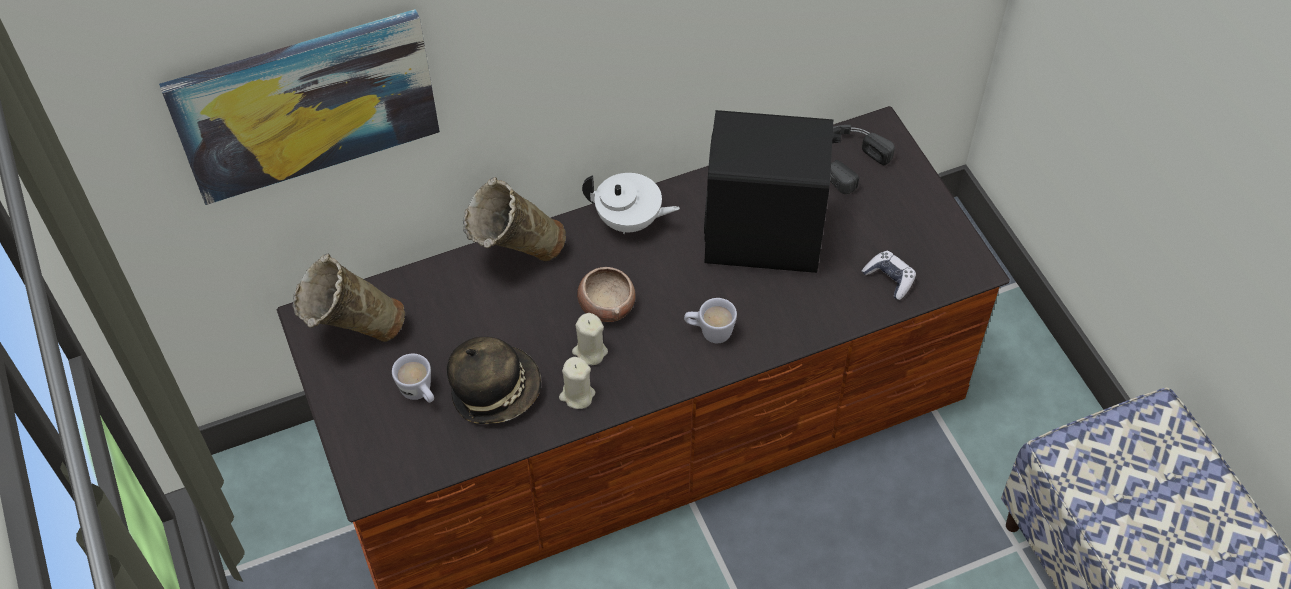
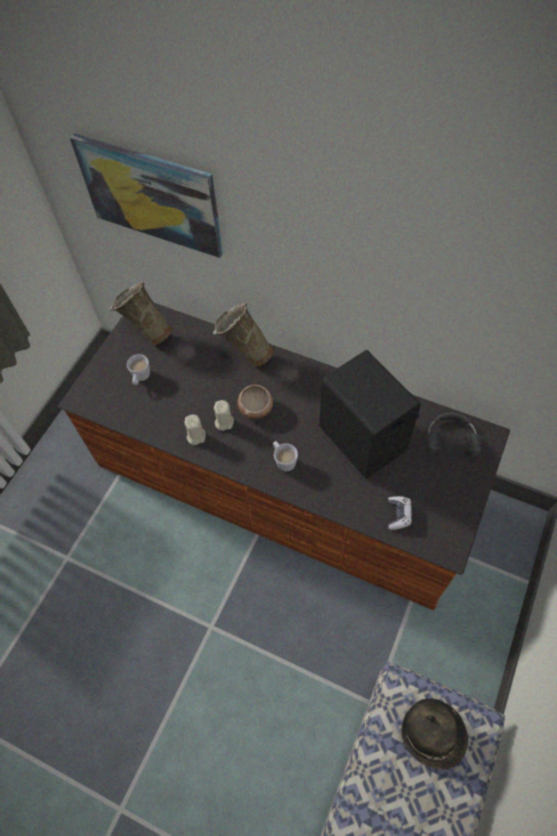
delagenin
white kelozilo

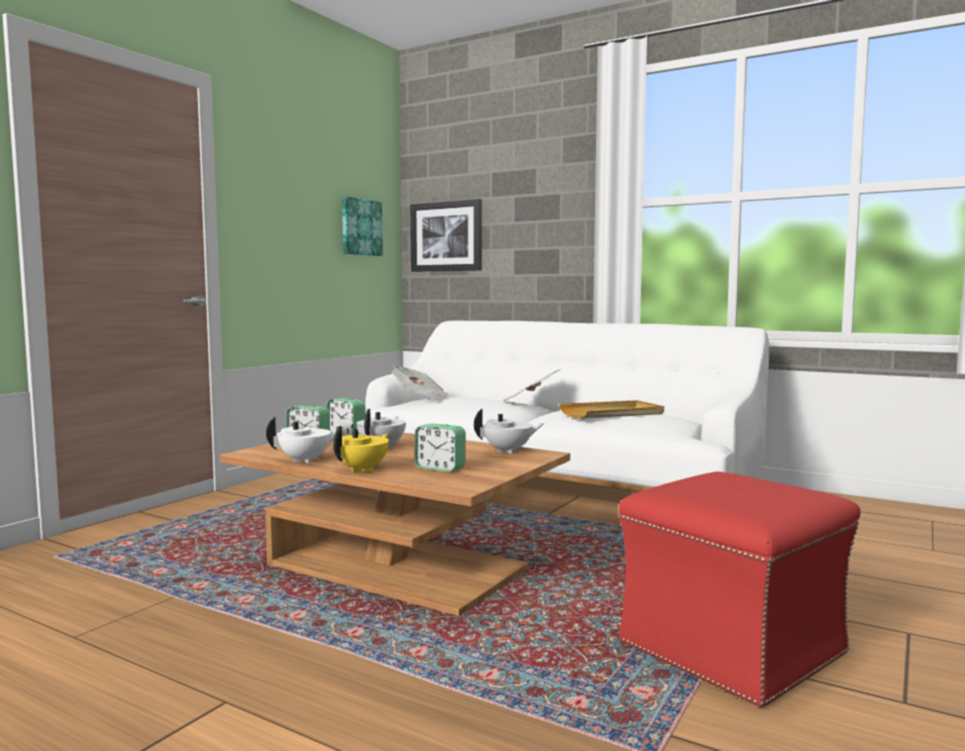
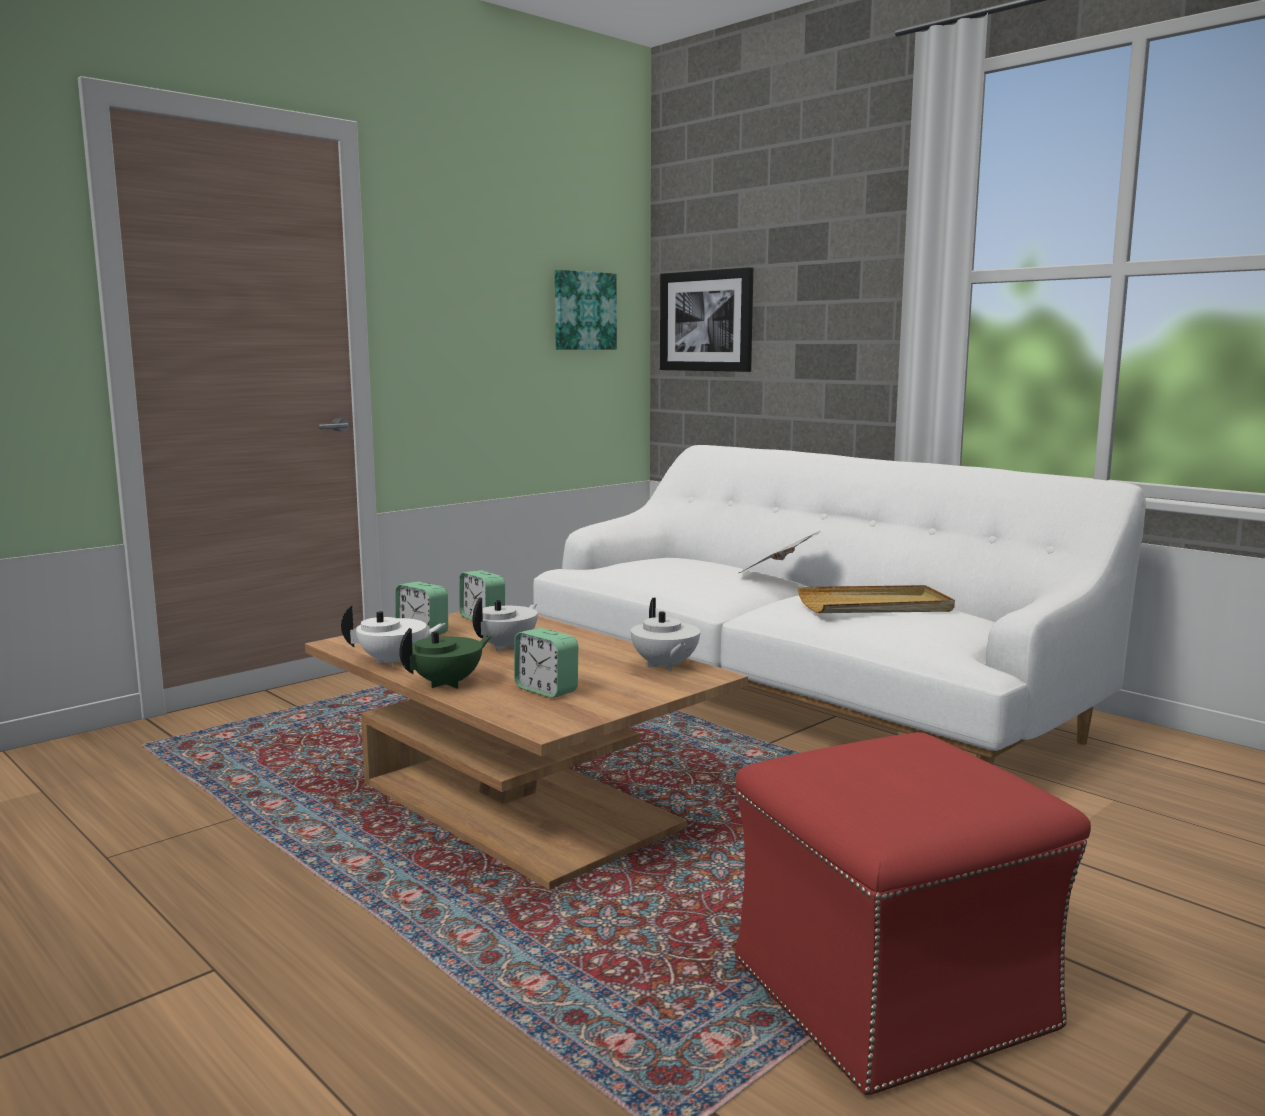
green kelozilo
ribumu (no. 1 from left in the first image)
white kelozilo (no. 3 from left)

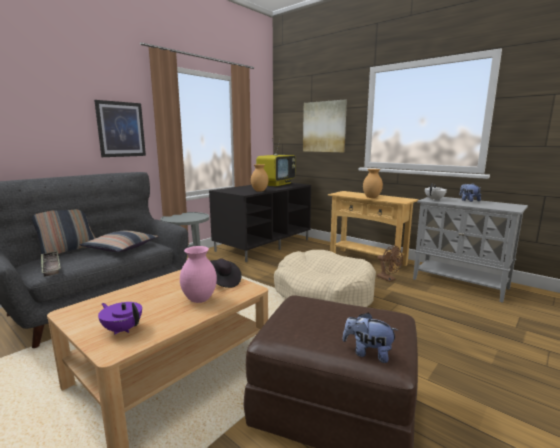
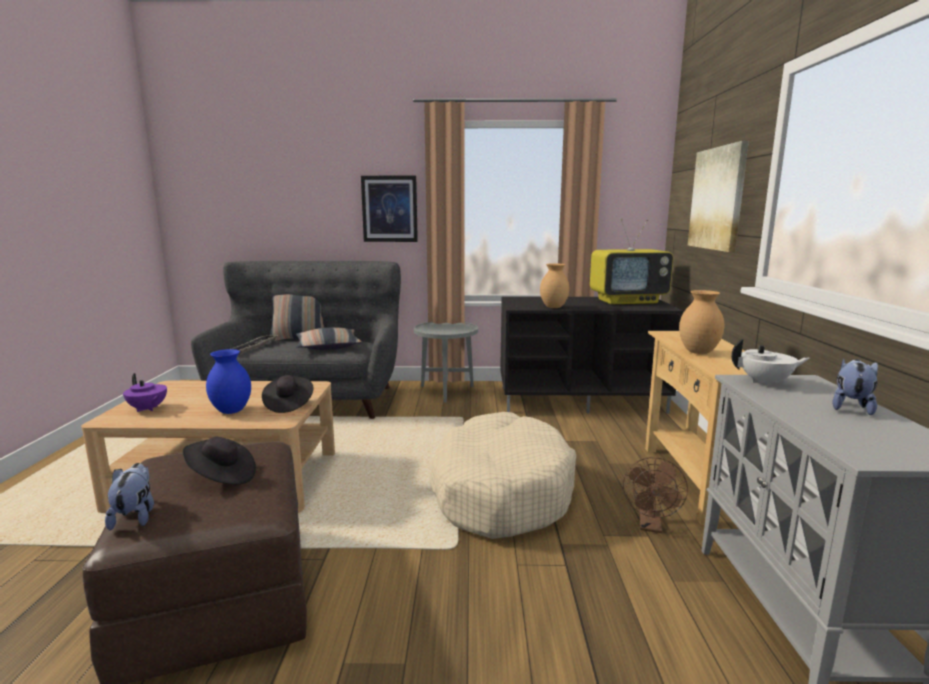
purple kelozilo
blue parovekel
black delagenin (no. 1 from left)

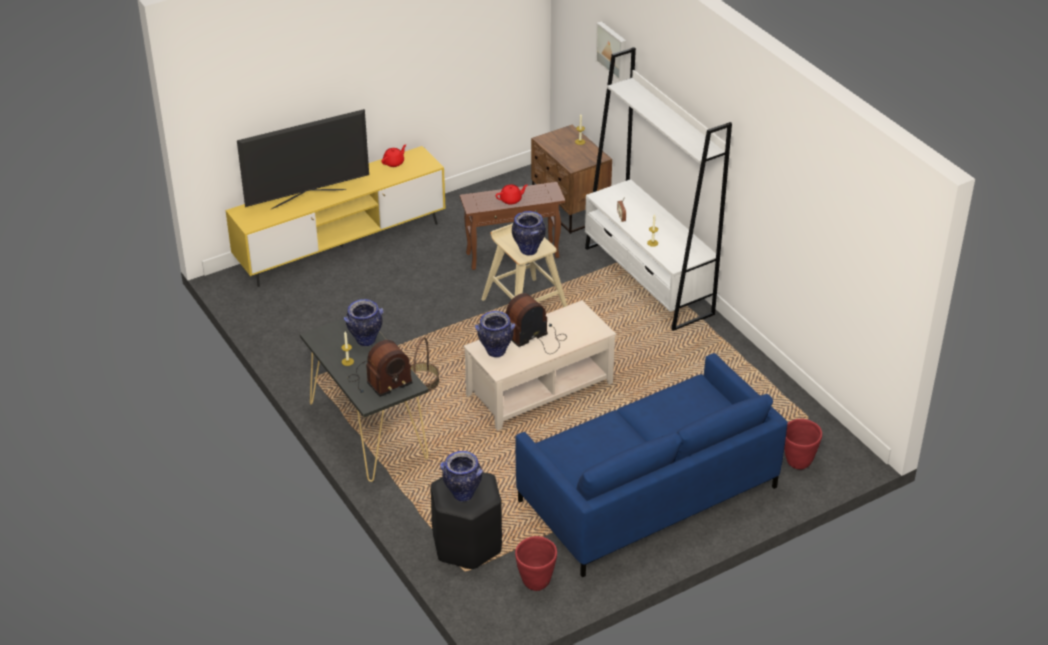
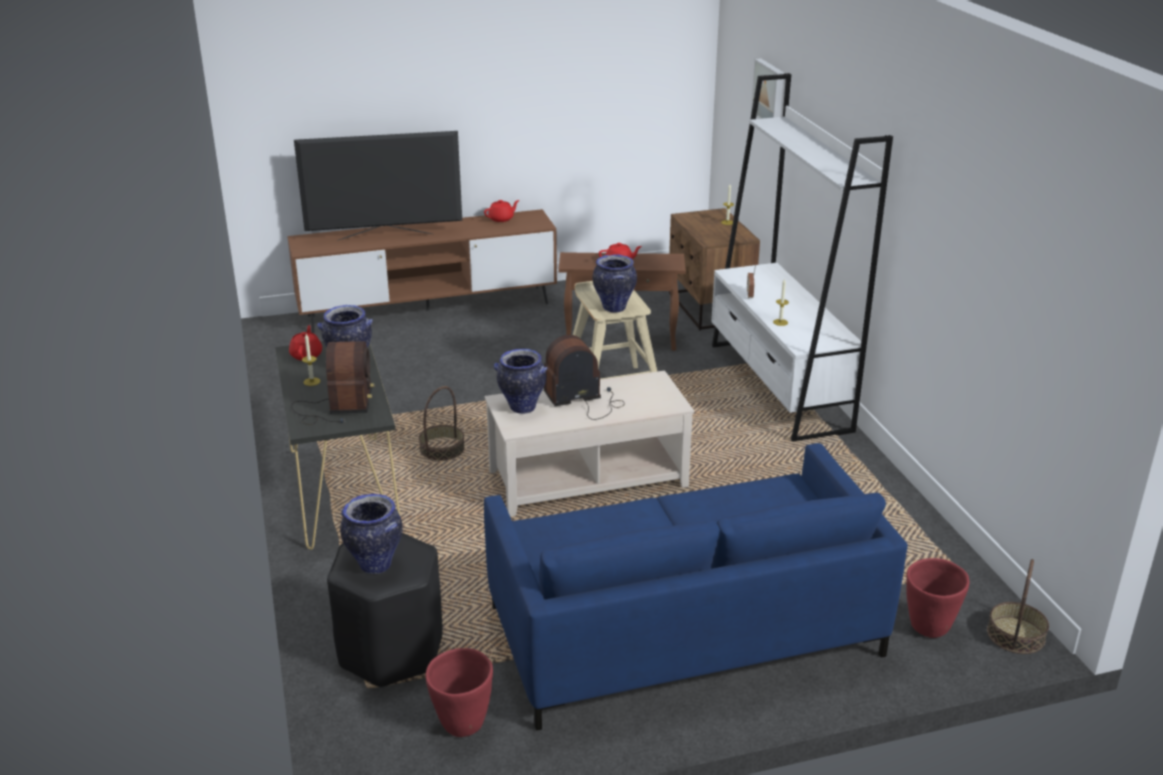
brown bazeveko
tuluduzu (no. 1 from left)
red kelozilo (no. 1 from left)
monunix (no. 2 from left)

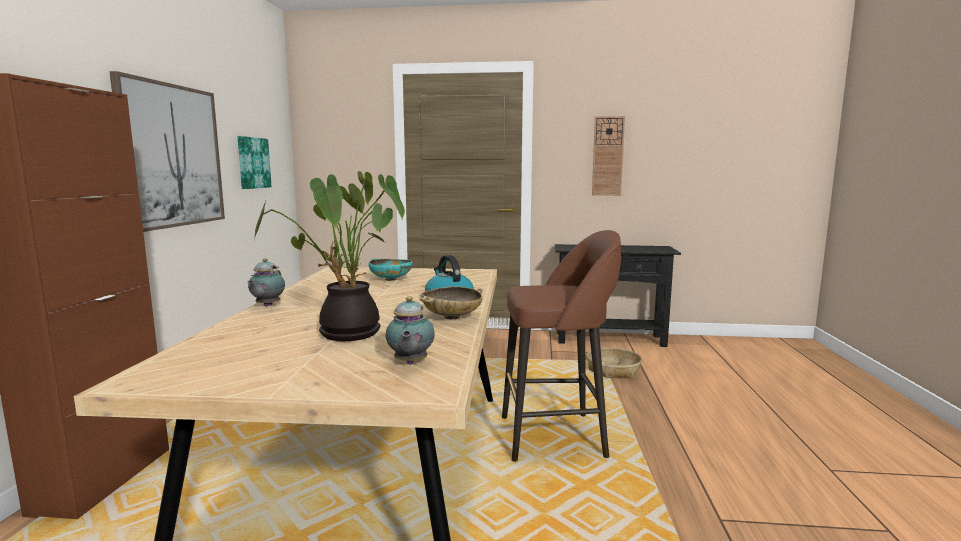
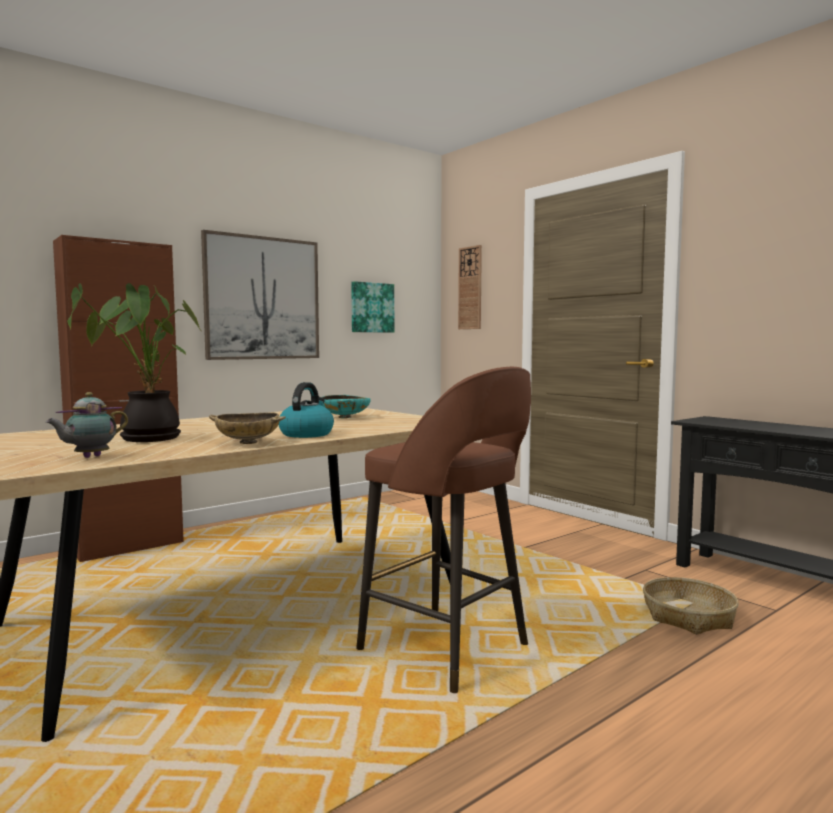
kelozilo (no. 1 from left in the first image)
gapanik

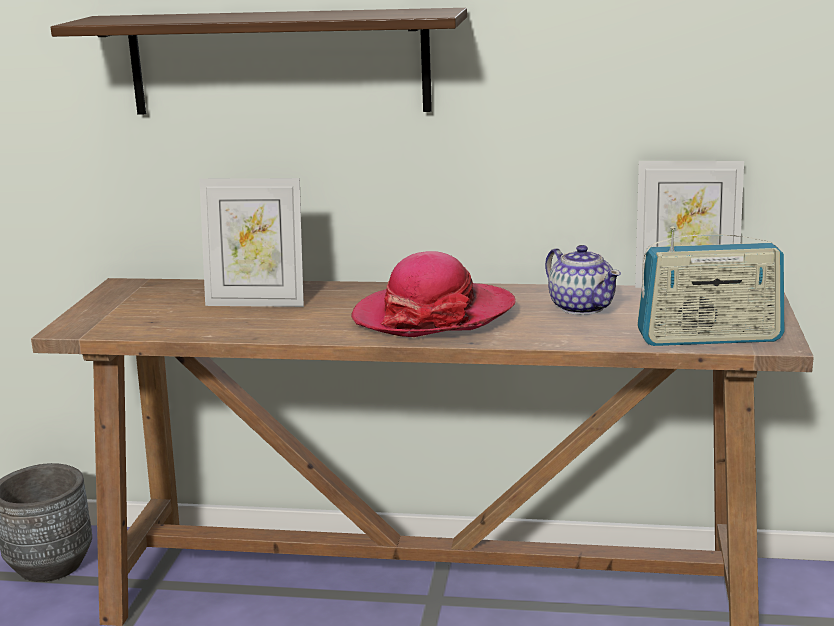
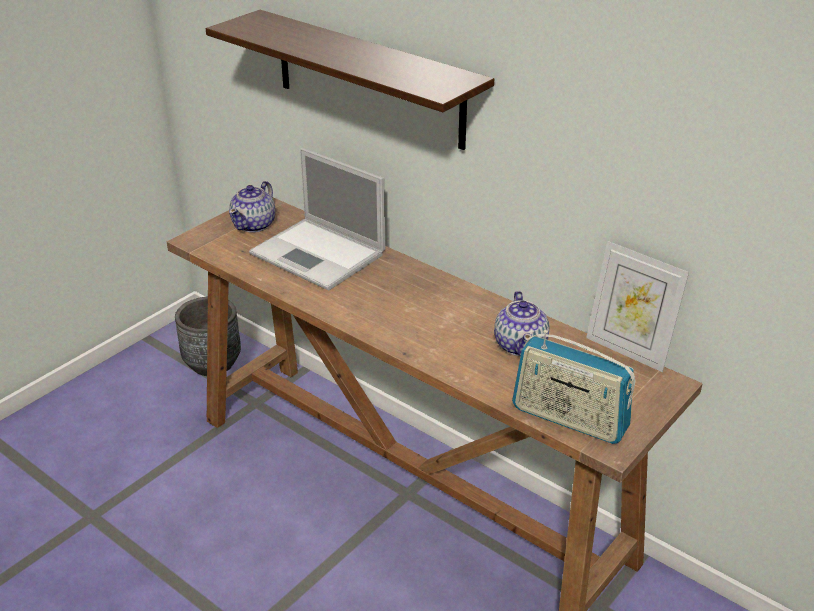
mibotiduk
delagenin
kelozilo (no. 1 from left)

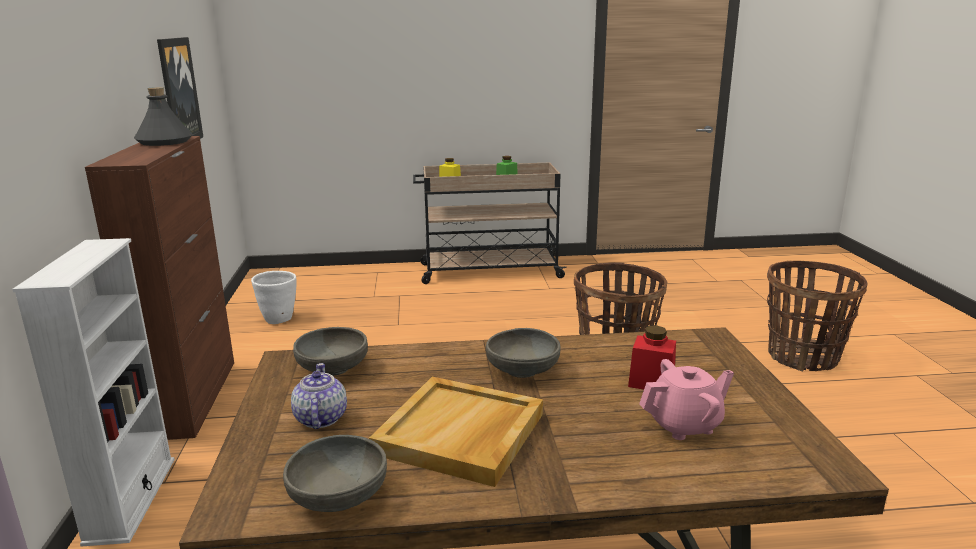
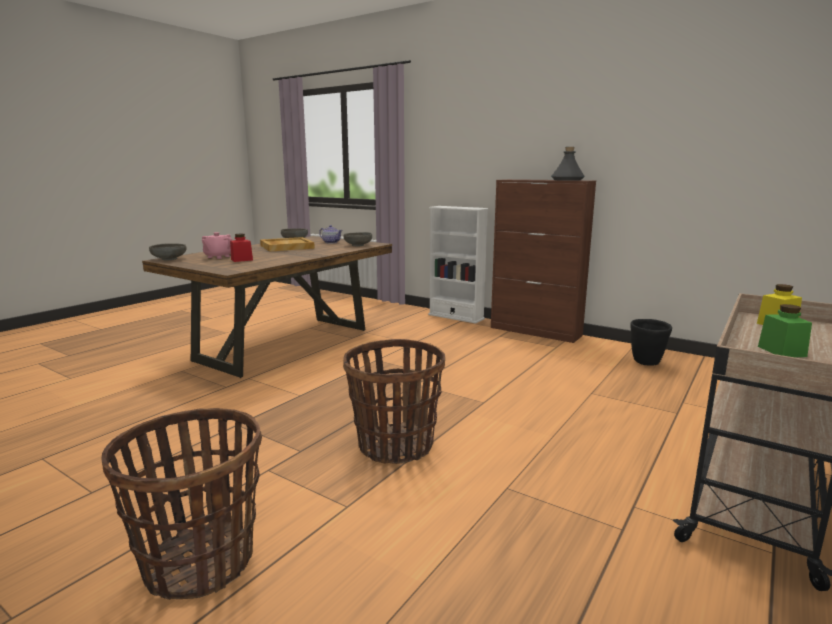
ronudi
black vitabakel
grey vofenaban (no. 1 from left)

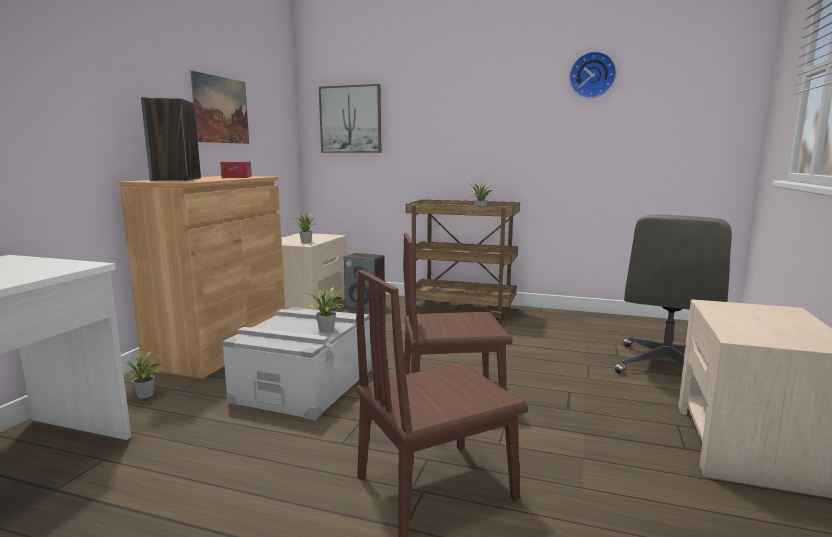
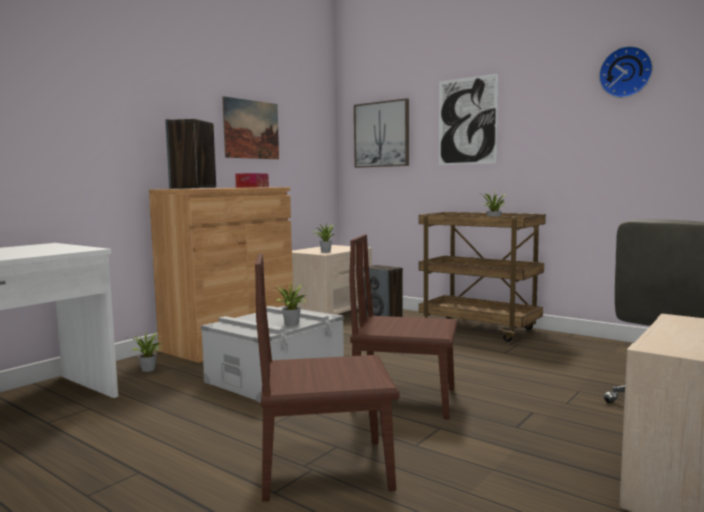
ronudi (no. 3 from left)

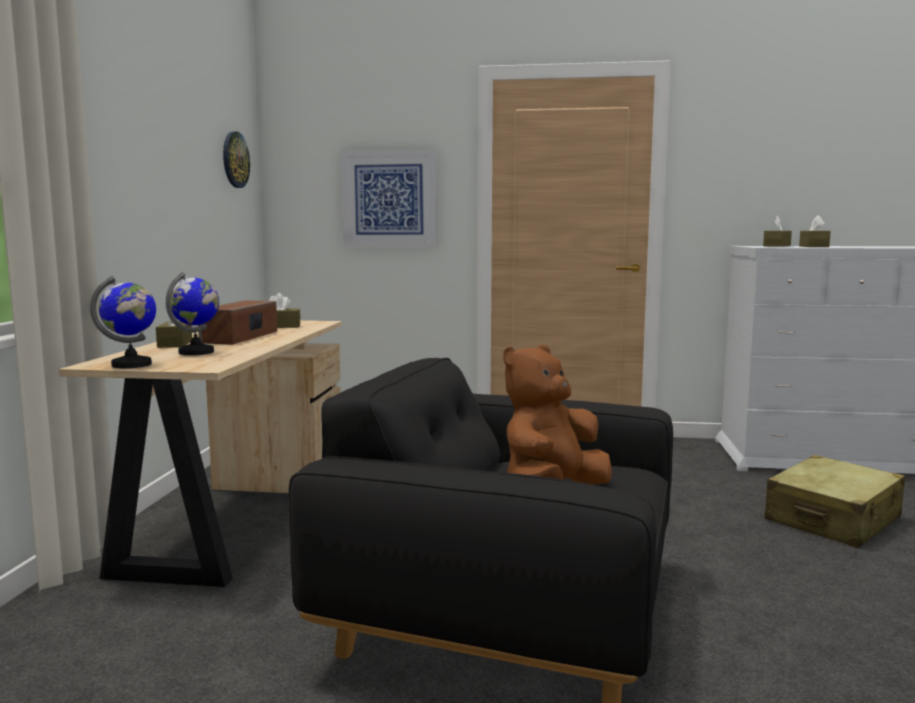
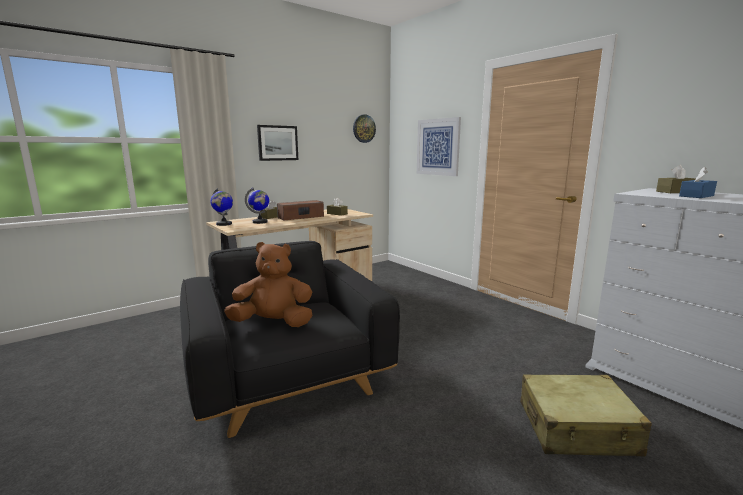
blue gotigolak
ronudi (no. 1 from left)

